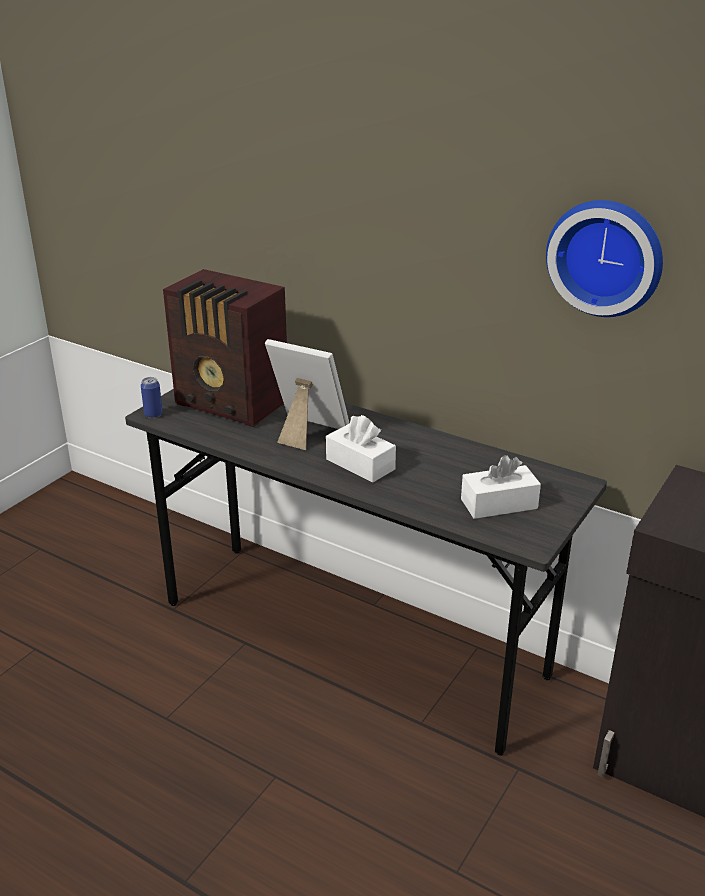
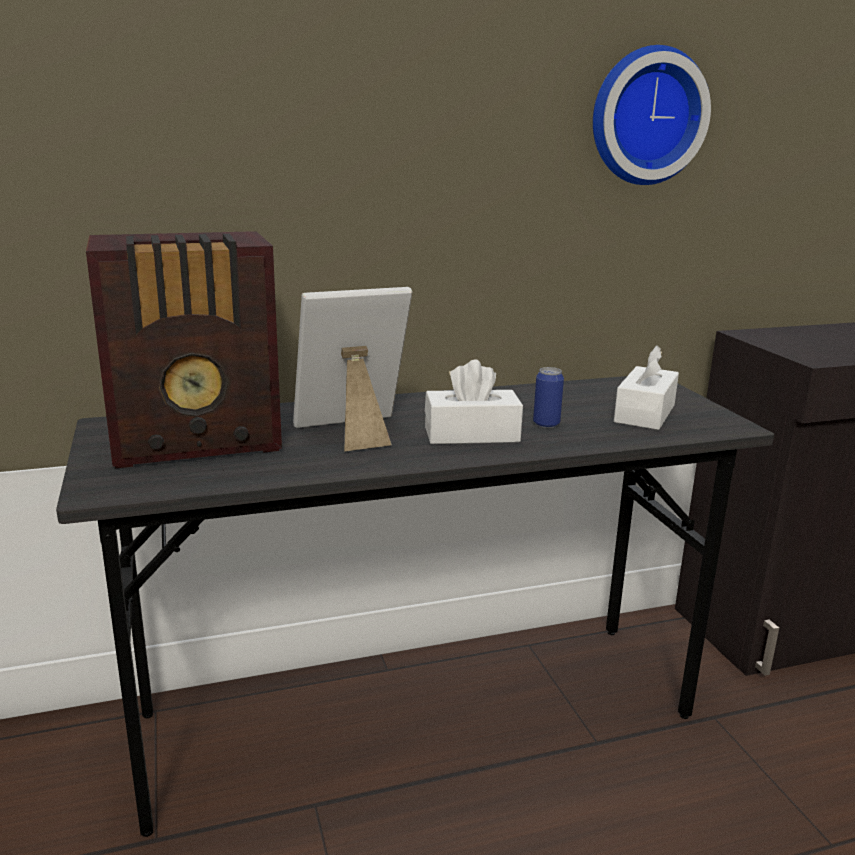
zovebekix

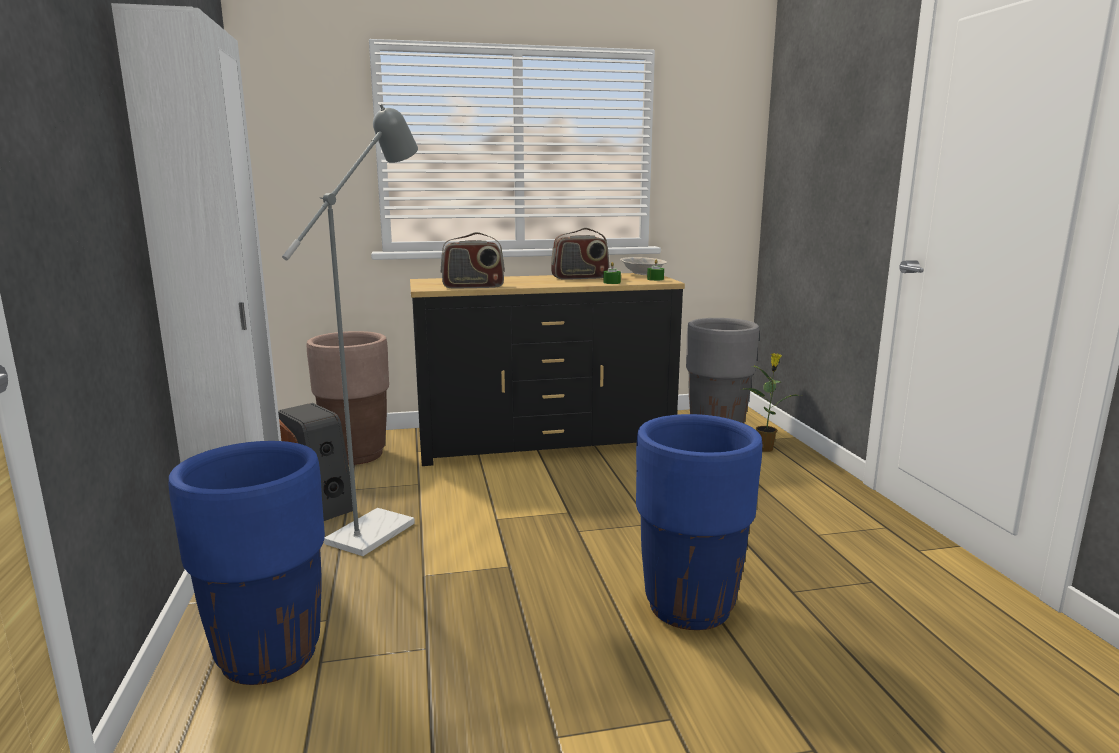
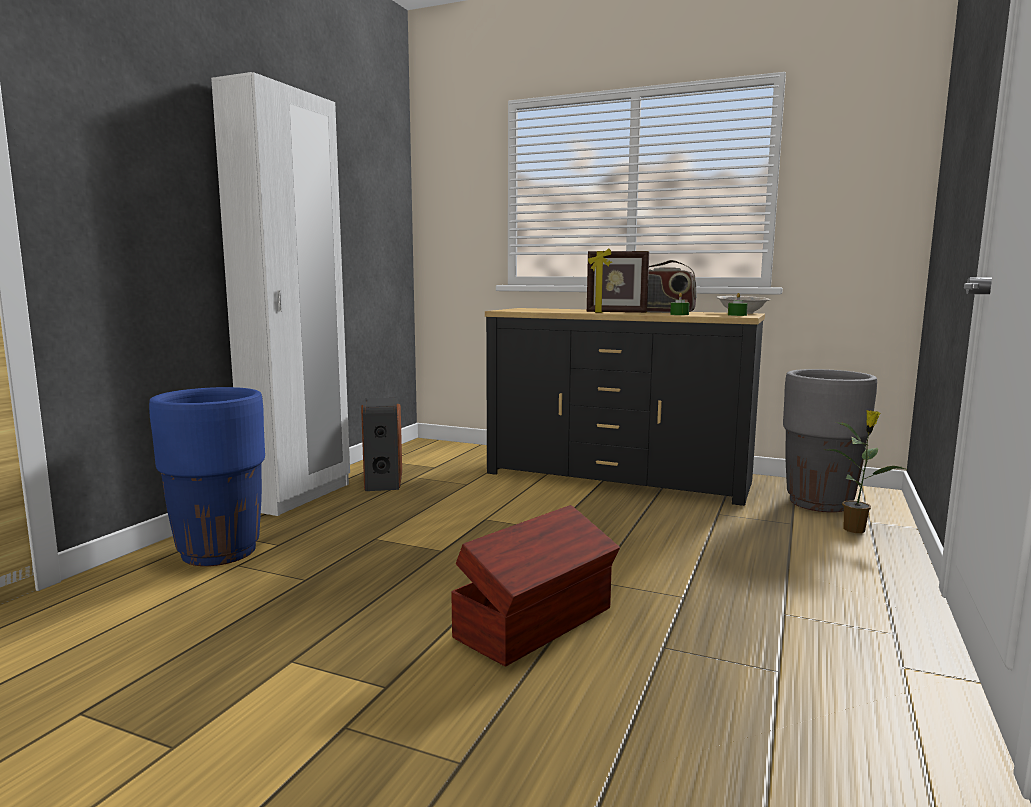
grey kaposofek
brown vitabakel
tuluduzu (no. 1 from left in the first image)
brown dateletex
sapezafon

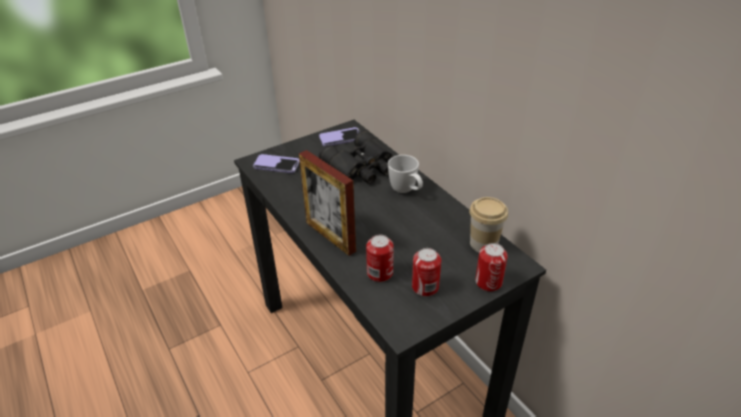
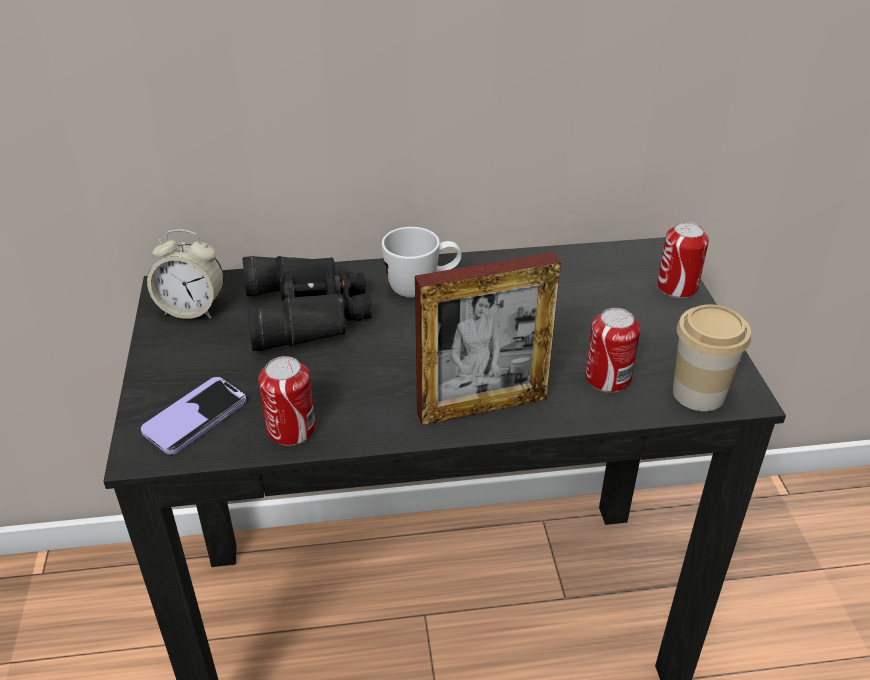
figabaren
zovebekix (no. 1 from left)
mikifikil

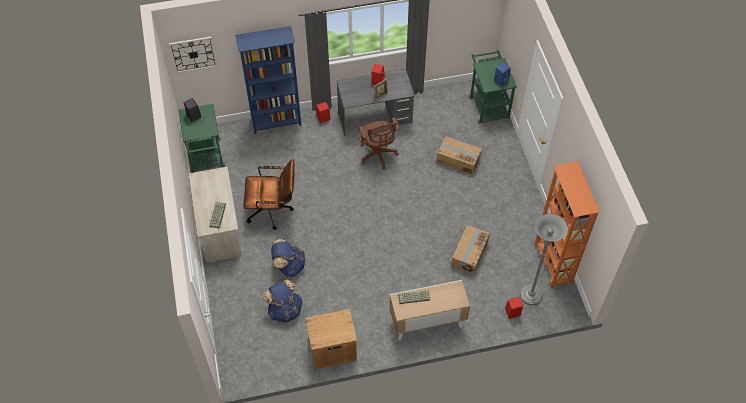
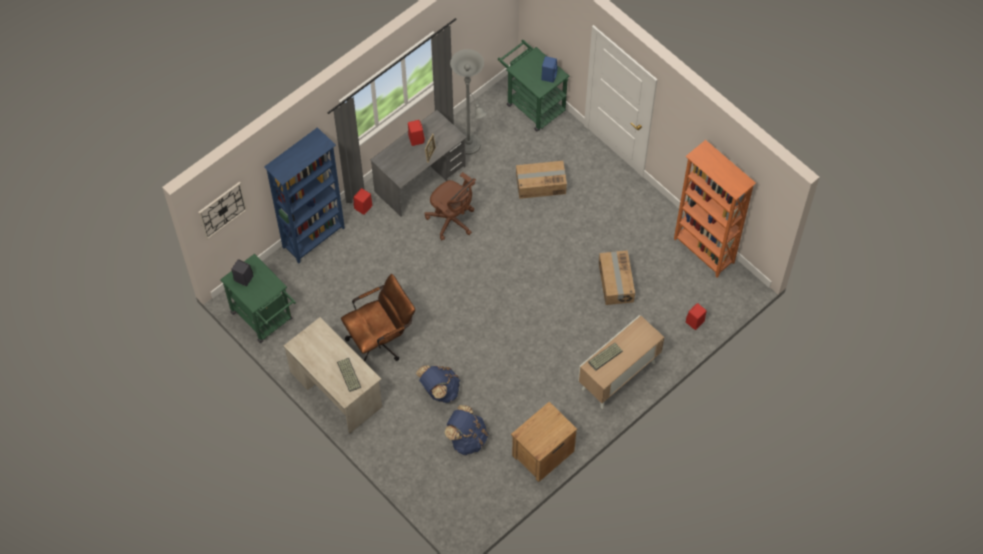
grey kaposofek

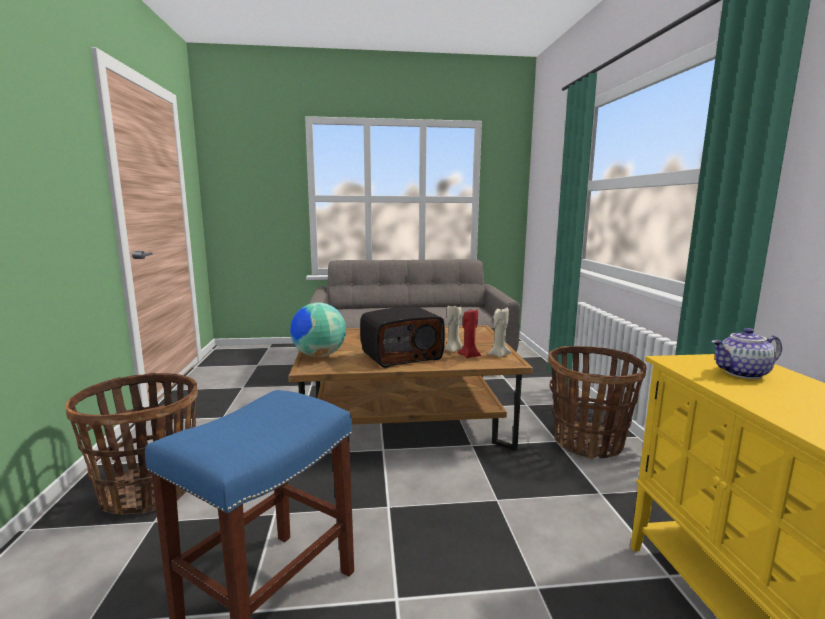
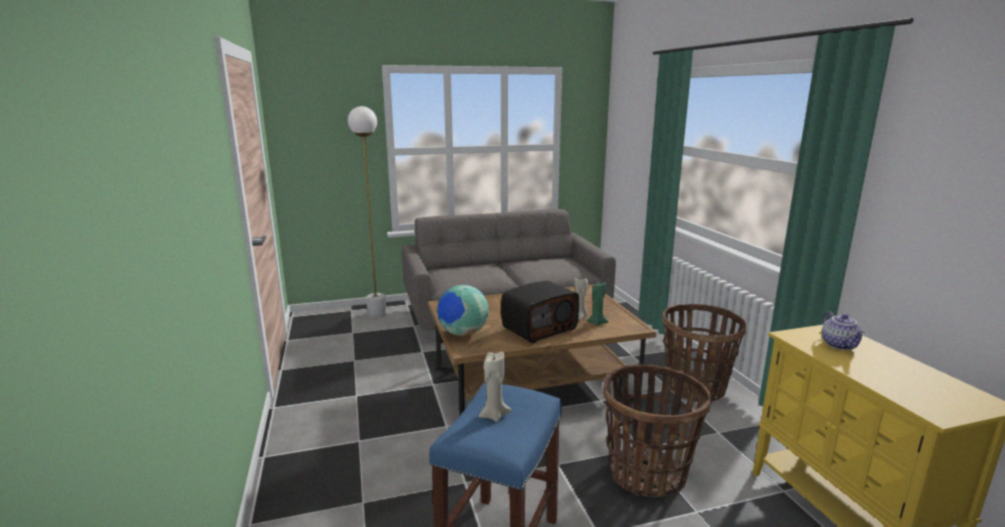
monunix (no. 1 from left)
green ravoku
beige ravoku (no. 1 from left)
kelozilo
white kaposofek

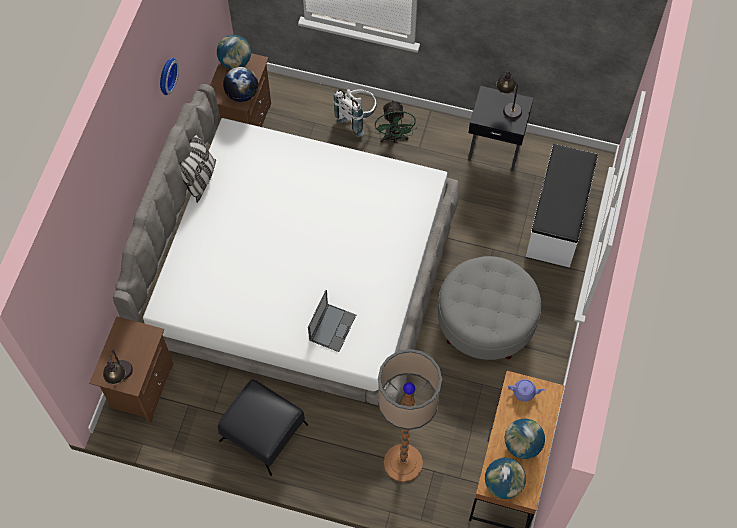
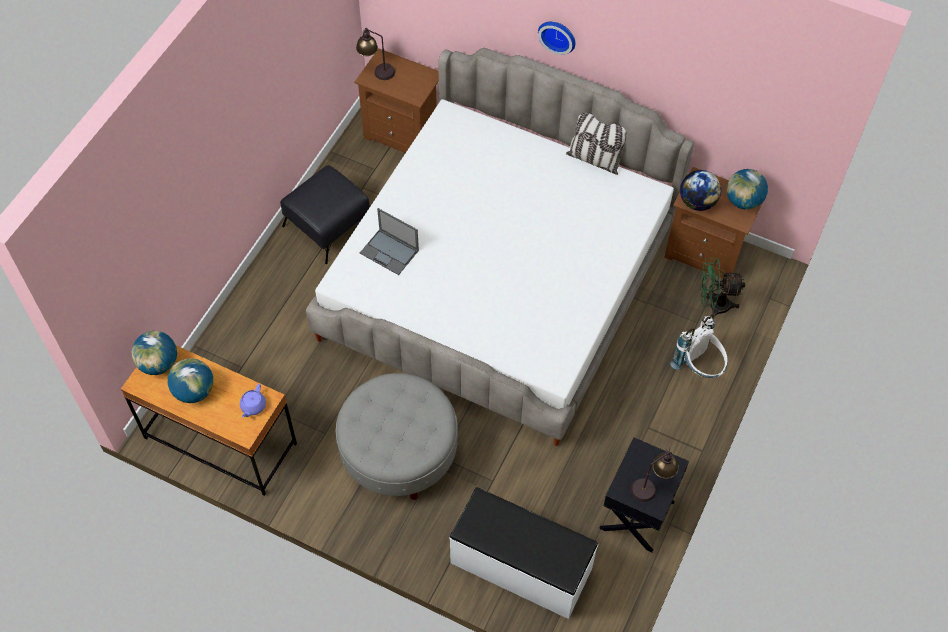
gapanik
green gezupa
kaposofek

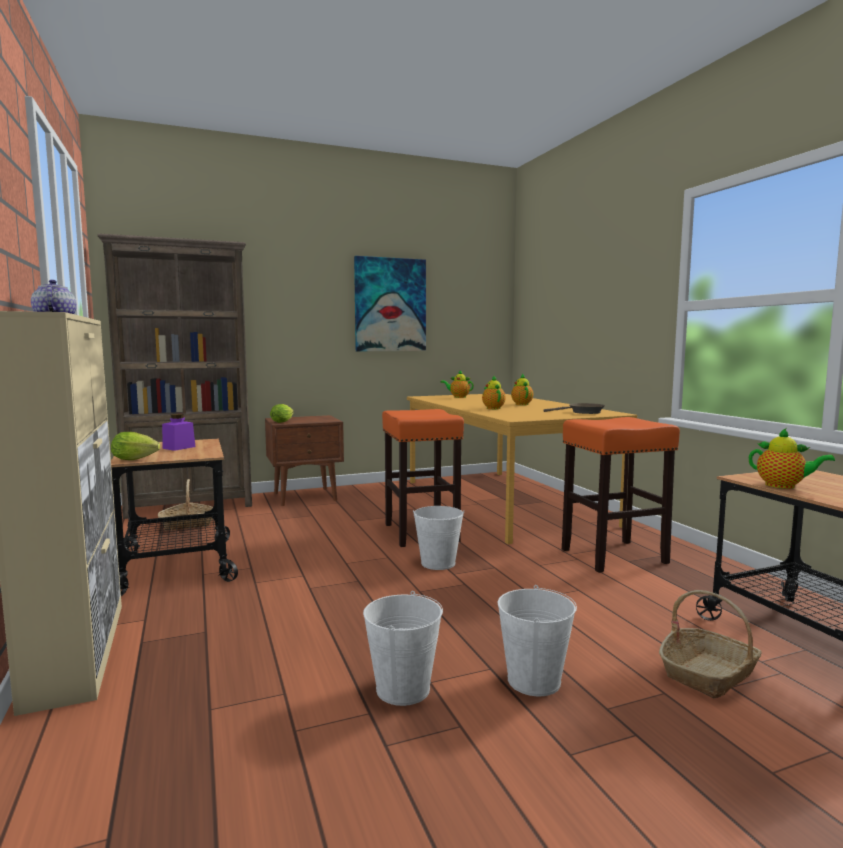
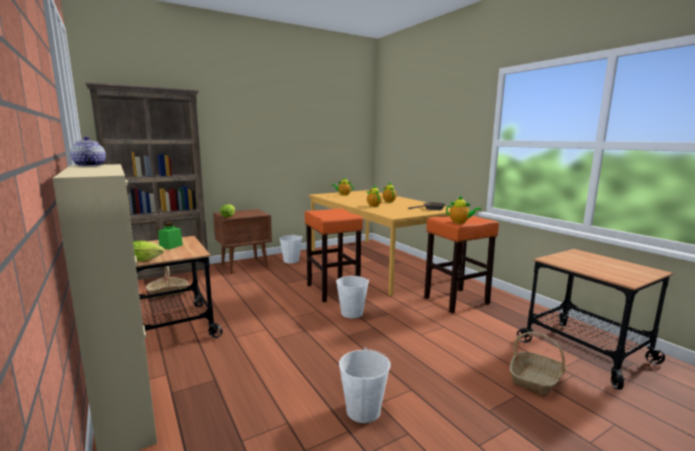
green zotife
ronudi
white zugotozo (no. 1 from left)
kelozilo (no. 5 from left)

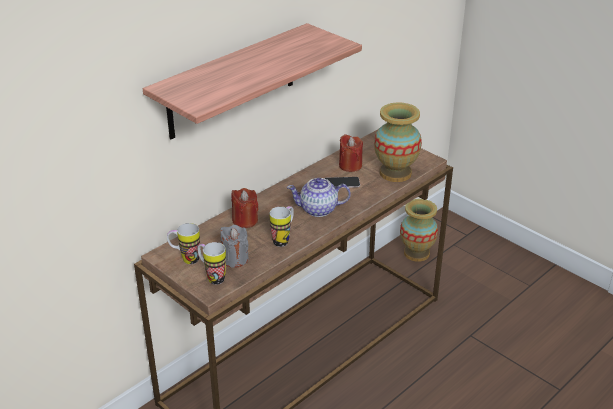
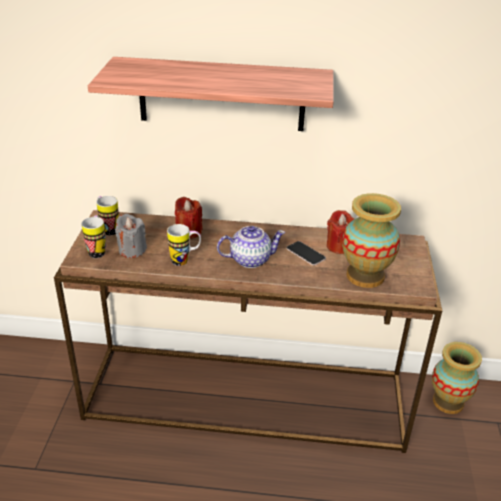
kelozilo

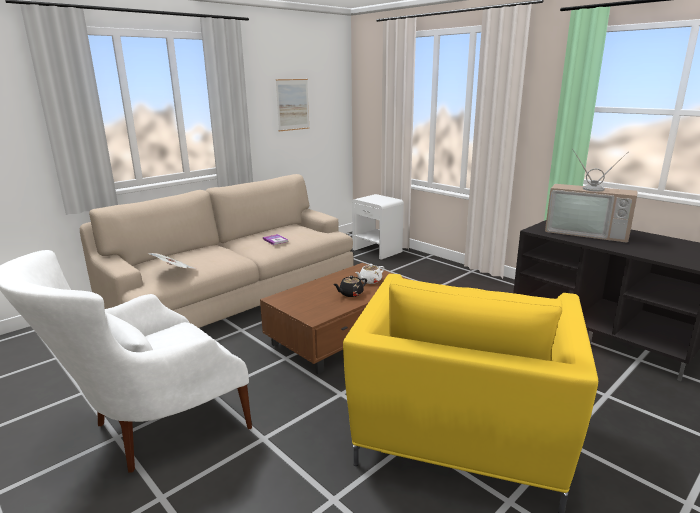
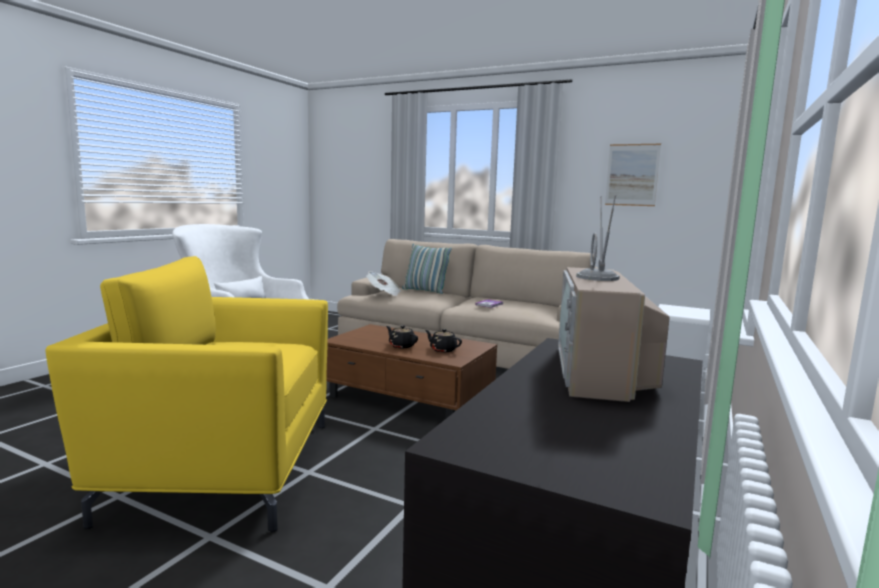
black kelozilo (no. 2 from left)
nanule

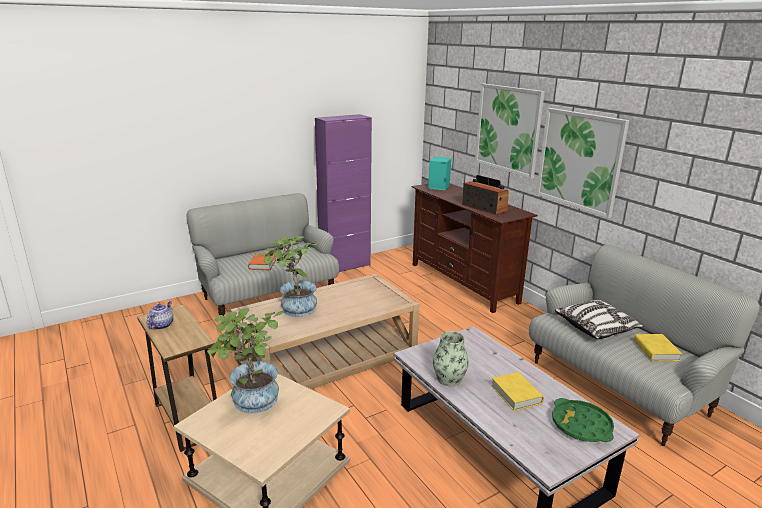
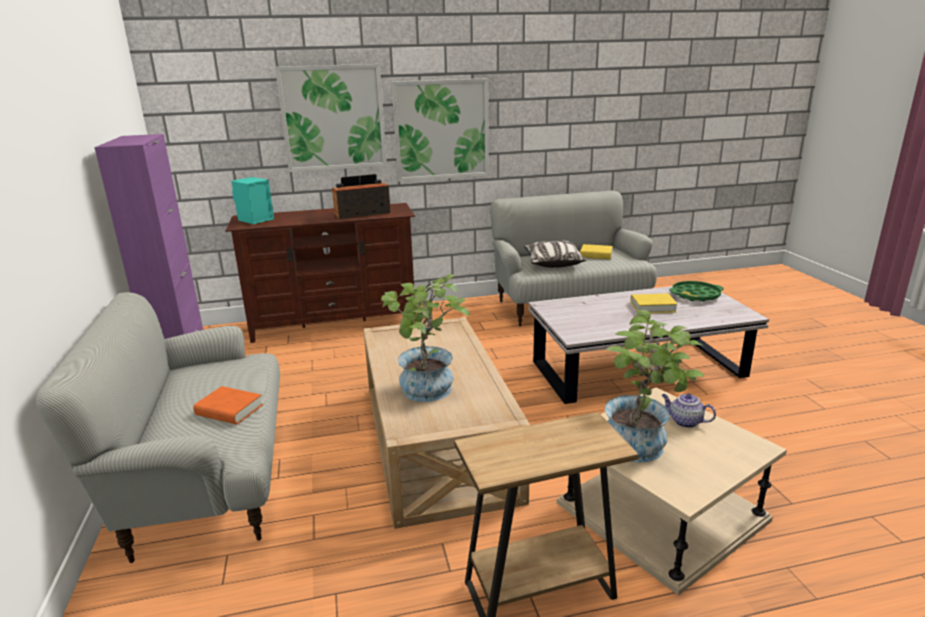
kelozilo
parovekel

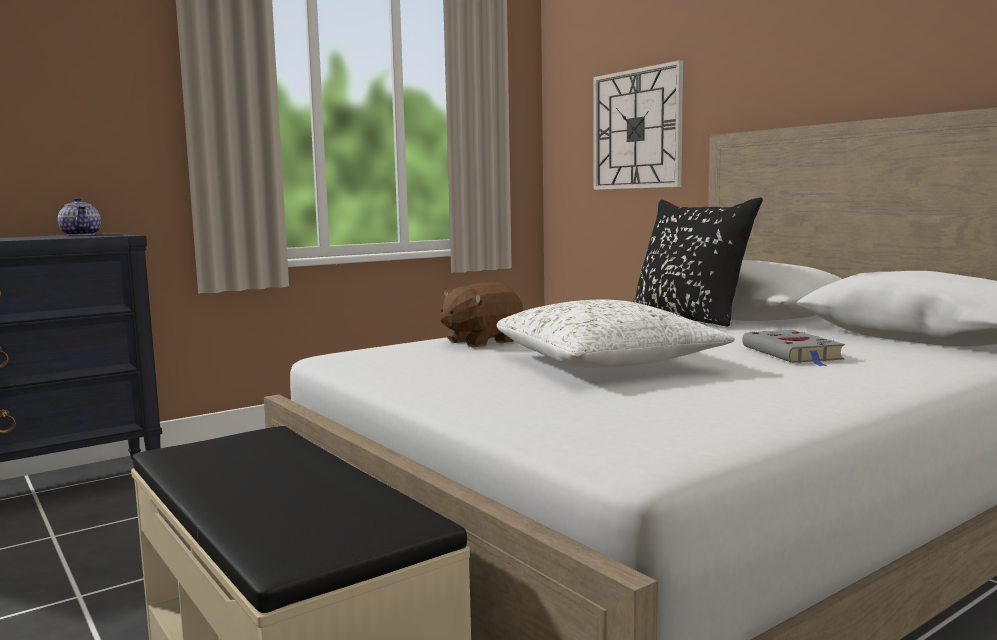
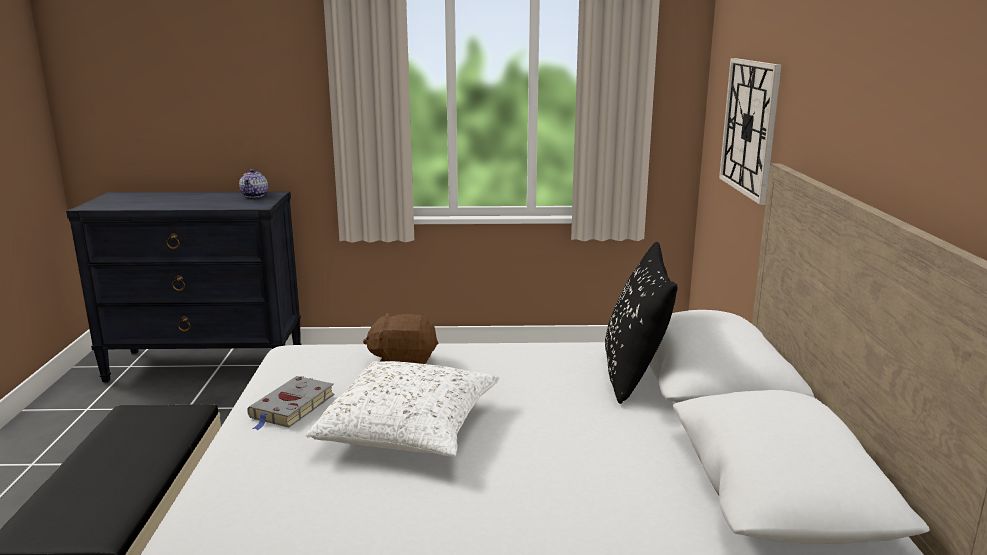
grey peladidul

